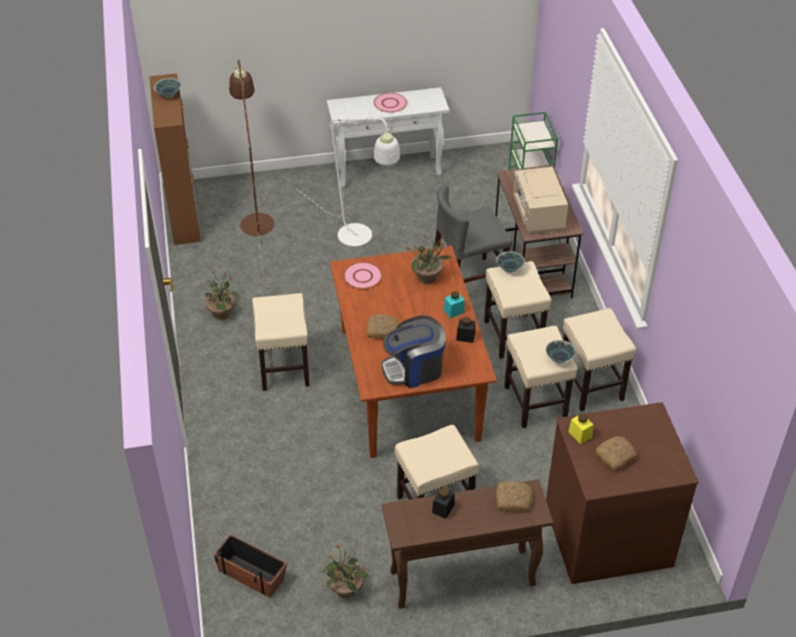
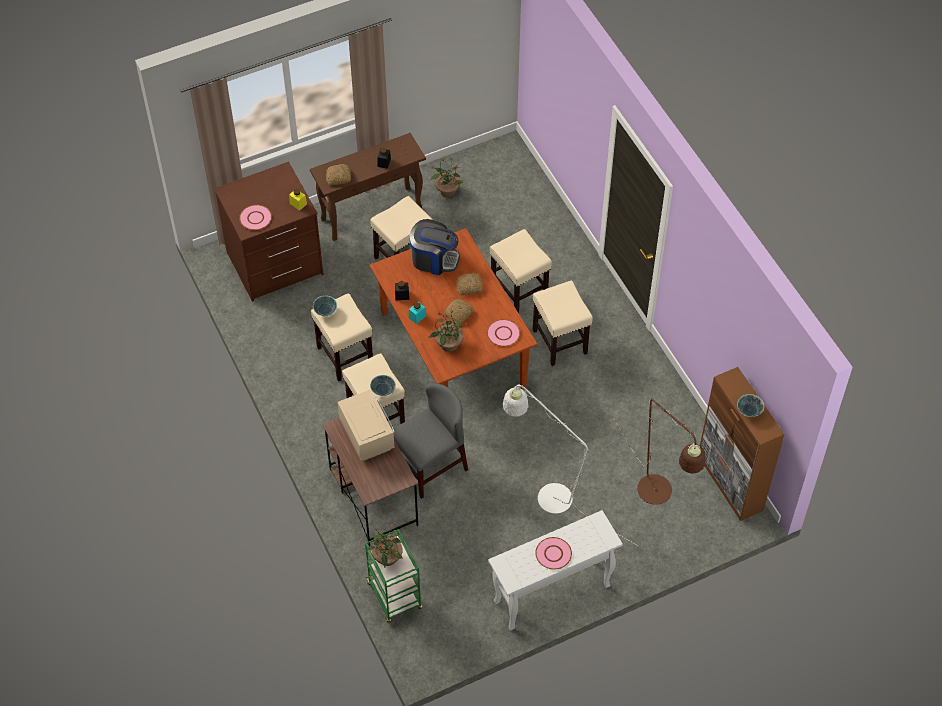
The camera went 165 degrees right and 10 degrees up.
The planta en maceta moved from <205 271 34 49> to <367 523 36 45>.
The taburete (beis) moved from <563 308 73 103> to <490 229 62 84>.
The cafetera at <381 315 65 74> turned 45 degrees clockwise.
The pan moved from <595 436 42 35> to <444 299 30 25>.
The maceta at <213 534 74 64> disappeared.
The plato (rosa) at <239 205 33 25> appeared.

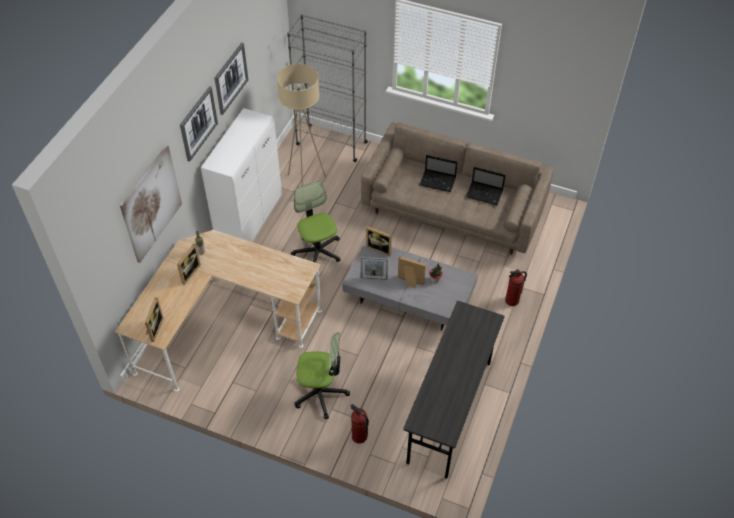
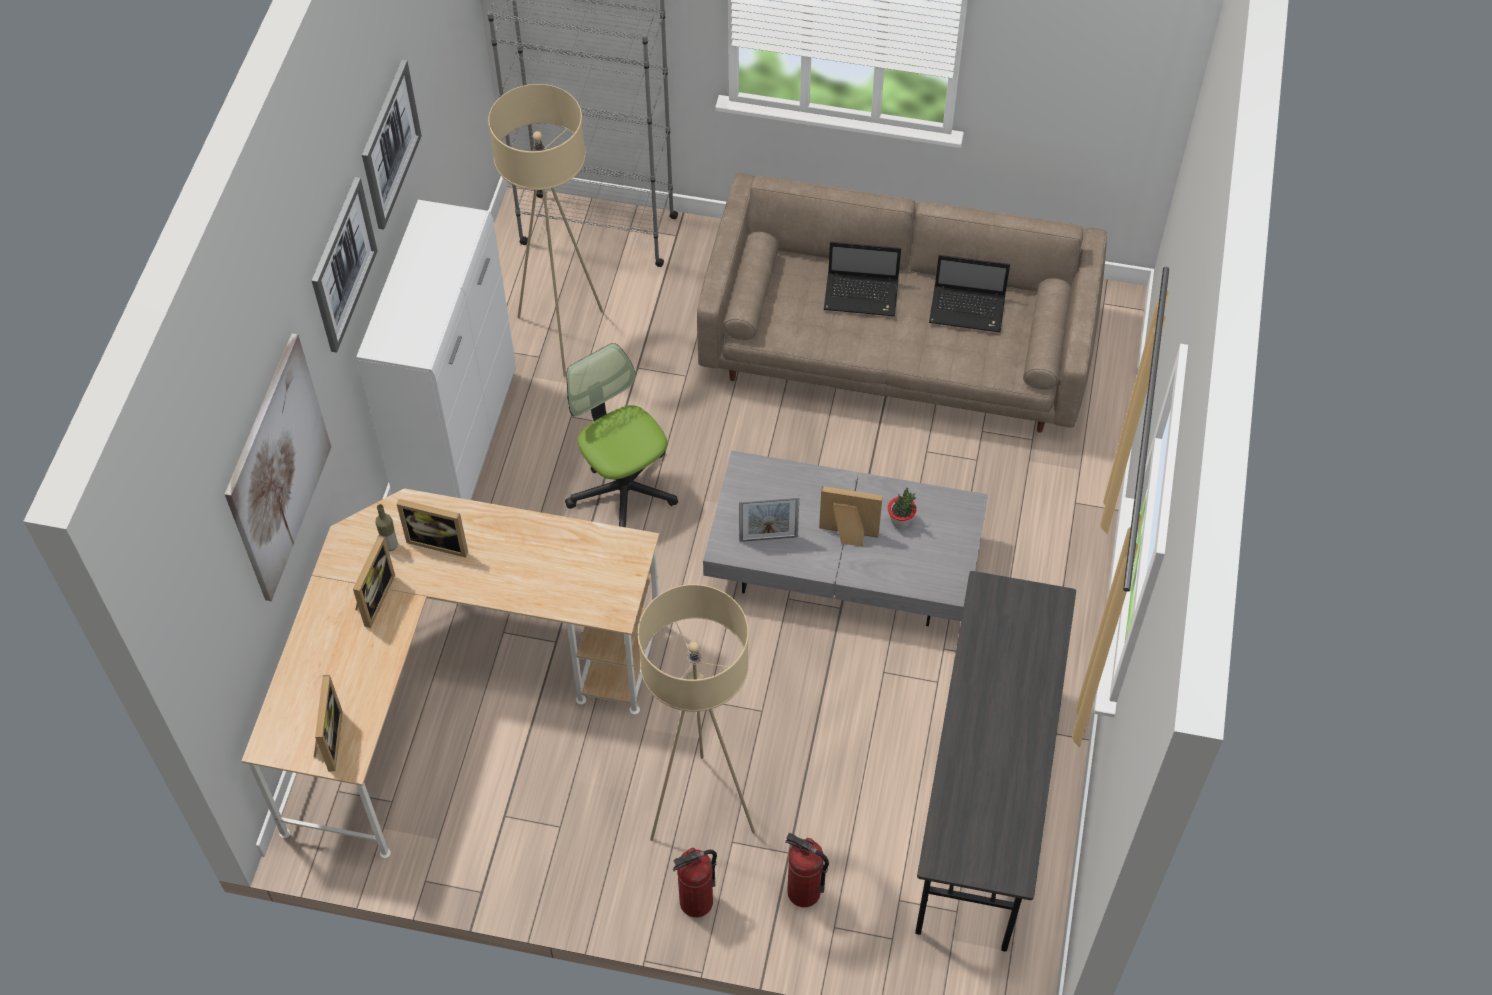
The camera went 10 degrees left and 5 degrees up.
The portarretratos moved from <366 226 26 30> to <397 499 71 58>.
The extintor moved from <505 269 22 37> to <673 848 44 69>.
The silla de oficina at <294 332 56 87> was replaced by the lámpara de pie (beis) at <638 584 117 257>.

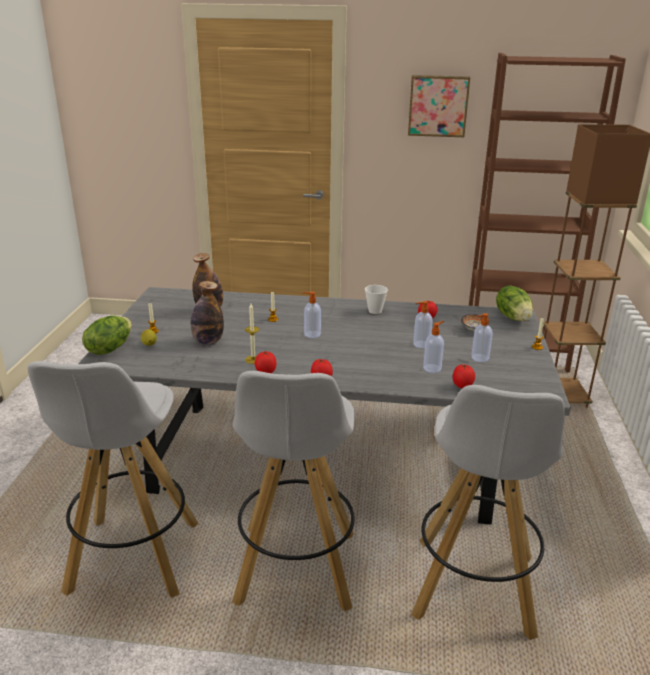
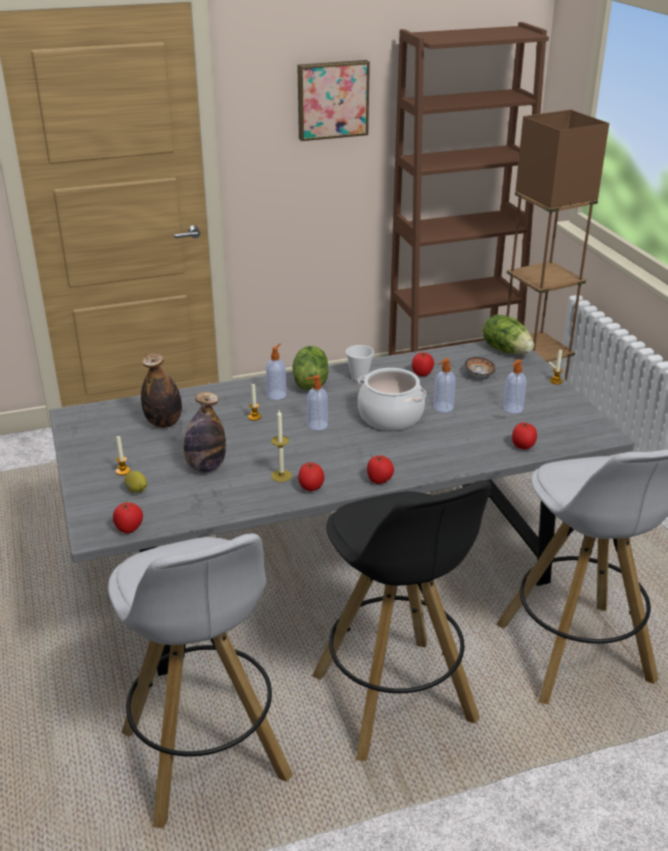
The camera went 25 degrees left and 5 degrees up.
The lechuga moved from <82 316 50 39> to <293 346 35 44>.
The dispensador de jabón moved from <423 321 21 52> to <266 343 20 57>.
The taburete (blanco) at <232 371 123 240> became the taburete (negro) at <312 480 179 281>.
The olla at <358 368 68 63> appeared.
The tomate at <113 502 30 31> appeared.

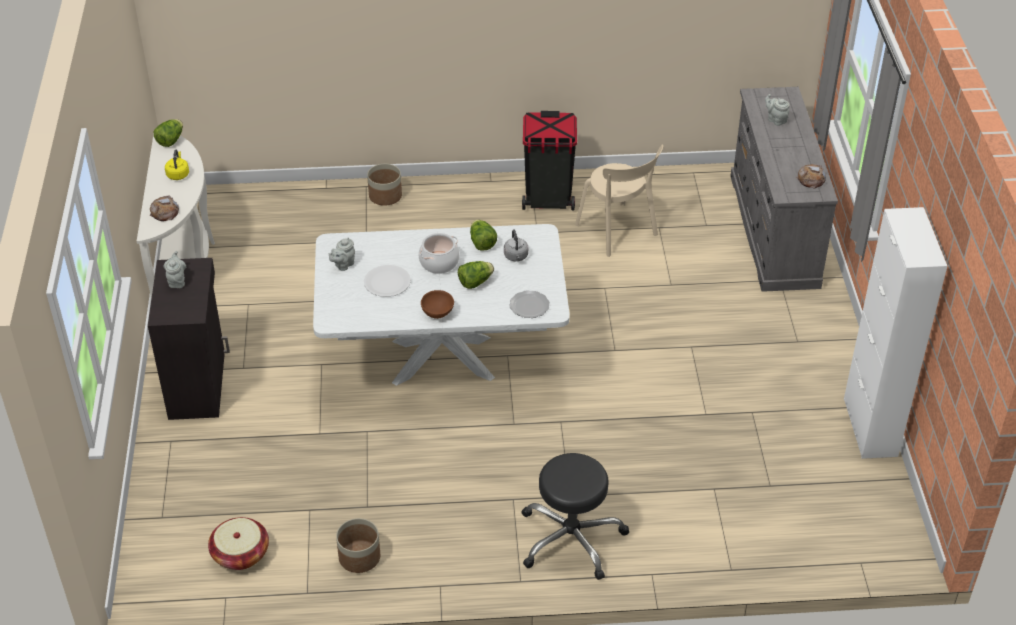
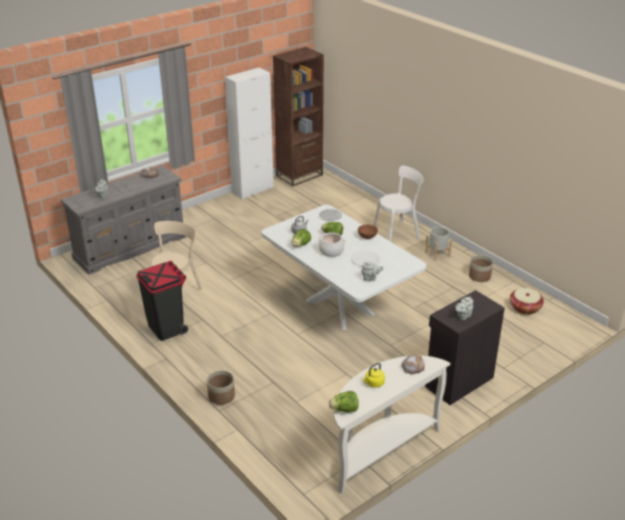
The camera went 125 degrees left and 10 degrees down.
The taburete (negro) at <521 453 108 127> was replaced by the silla (blanco) at <373 165 51 77>.
The estantería (marrón) at <273 47 51 140> appeared.
The maceta (gris) at <425 227 27 34> appeared.

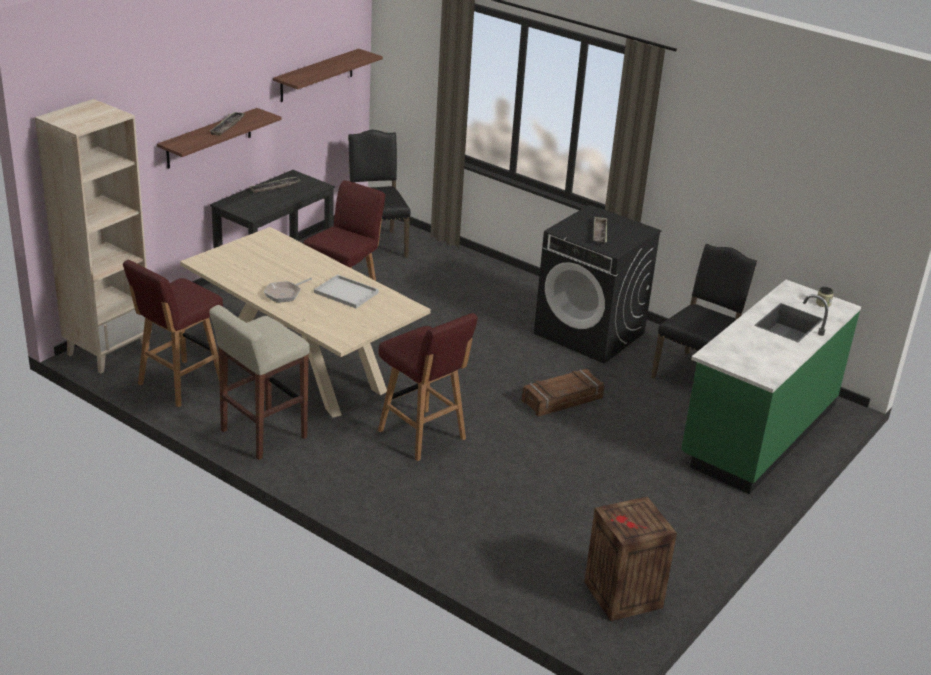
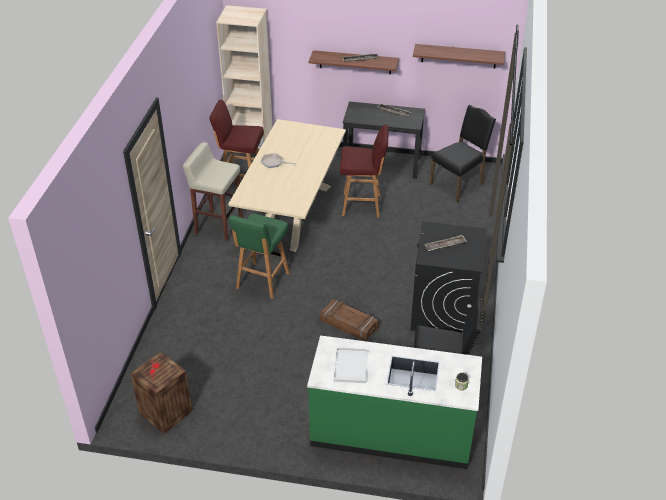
The camera went 65 degrees right and 10 degrees up.
The bandeja (blanco) moved from <314 275 65 33> to <334 347 34 36>.
The taburete (rojo) at <378 313 100 148> became the taburete (verde) at <229 213 61 86>.

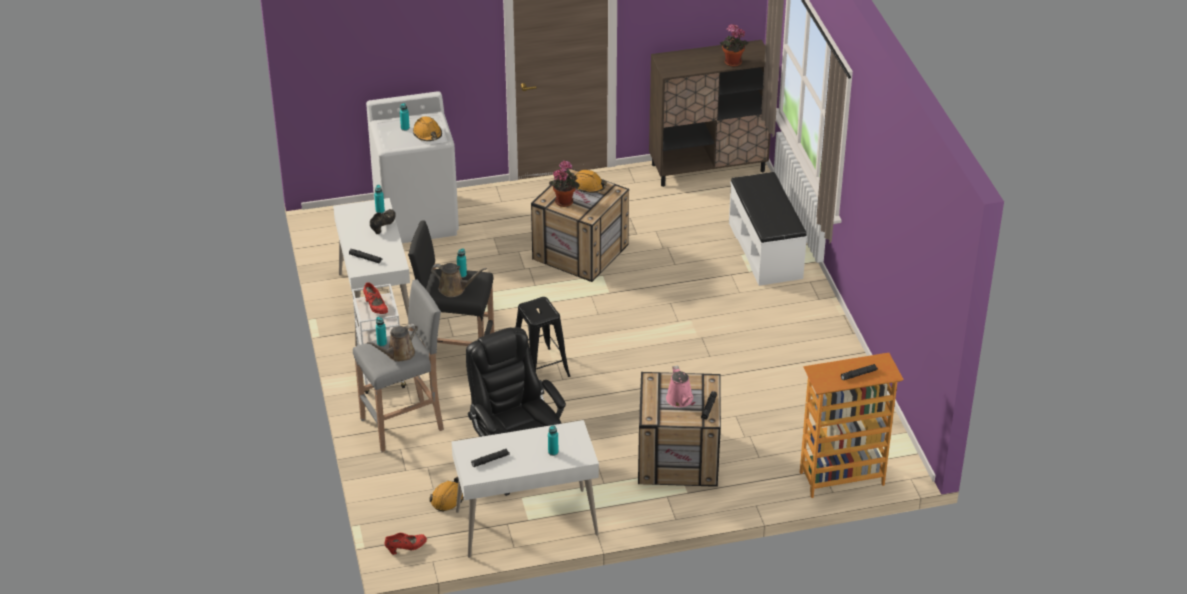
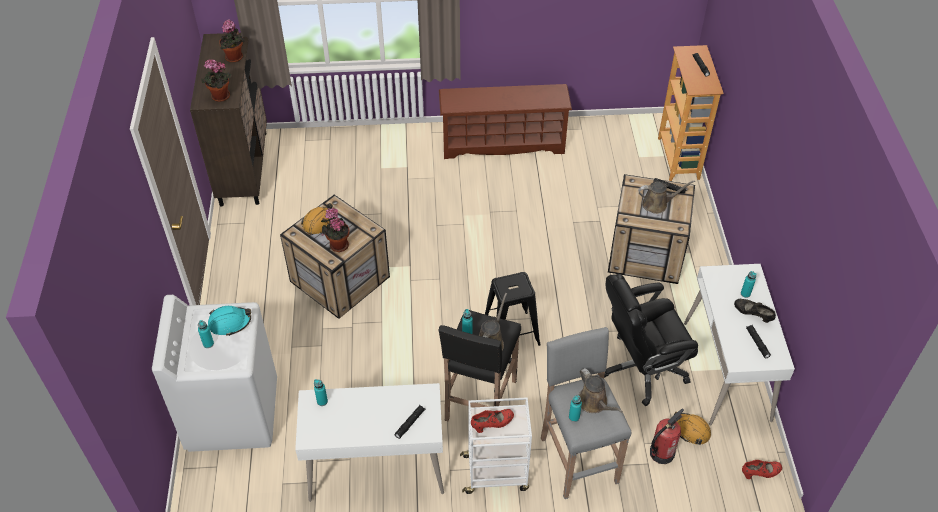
The camera went 80 degrees left and 10 degrees up.
The casco (naranja) at <413 116 29 25> became the casco (turquesa) at <208 306 43 30>.
The banco (blanco) at <729 172 78 114> disappeared.
The zapato (negro) moved from <370 209 26 25> to <734 299 42 24>.
The regadera (rosa) at <666 365 27 42> became the regadera (marrón) at <638 180 57 34>.
The zapato (rojo) at <385 533 42 22> turned 90 degrees clockwise.
The planta en maceta at <201 59 31 43> appeared.
The zapatero (marrón) at <439 84 133 75> appeared.
The extintor at <650 408 34 56> appeared.

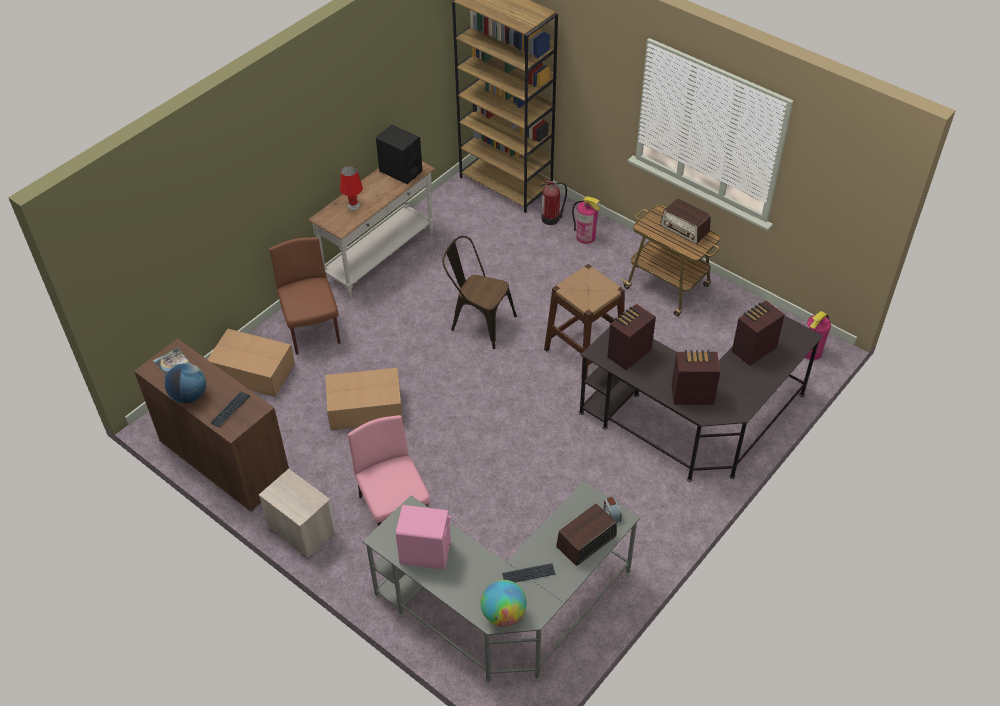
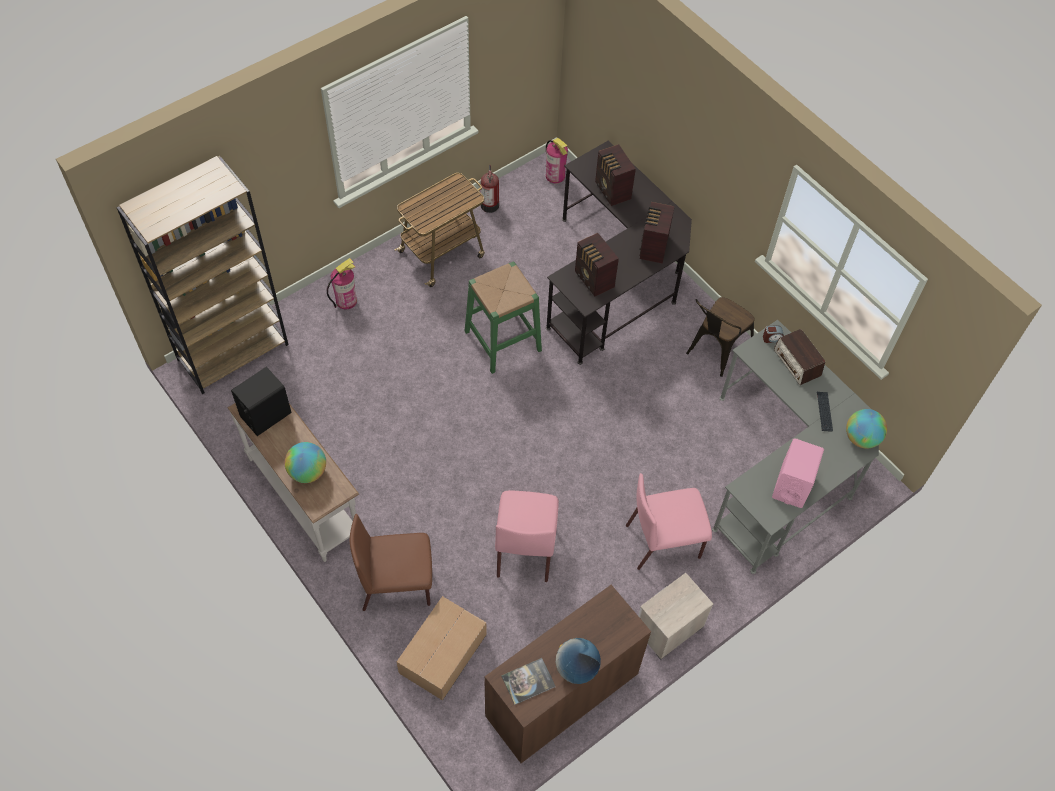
The camera went 80 degrees left and 10 degrees up.
The lámpara de mesa (rojo) at <340 166 23 44> was replaced by the globo terráqueo at <285 442 41 41>.
The extintor moved from <540 181 27 44> to <481 165 18 48>.
The radio at <660 198 51 46> disappeared.
The silla (marrón) moved from <442 236 75 113> to <686 297 69 80>.
The taburete (marrón) at <544 264 81 115> became the taburete (verde) at <464 261 78 113>.
The caja de cartón at <326 368 77 62> was replaced by the silla (rosa) at <495 490 64 92>.
The teclado at <210 391 40 36> disappeared.

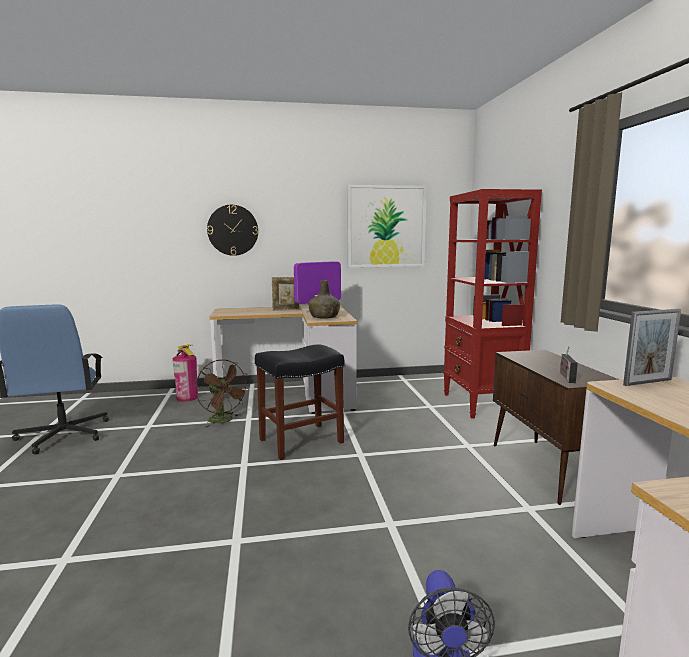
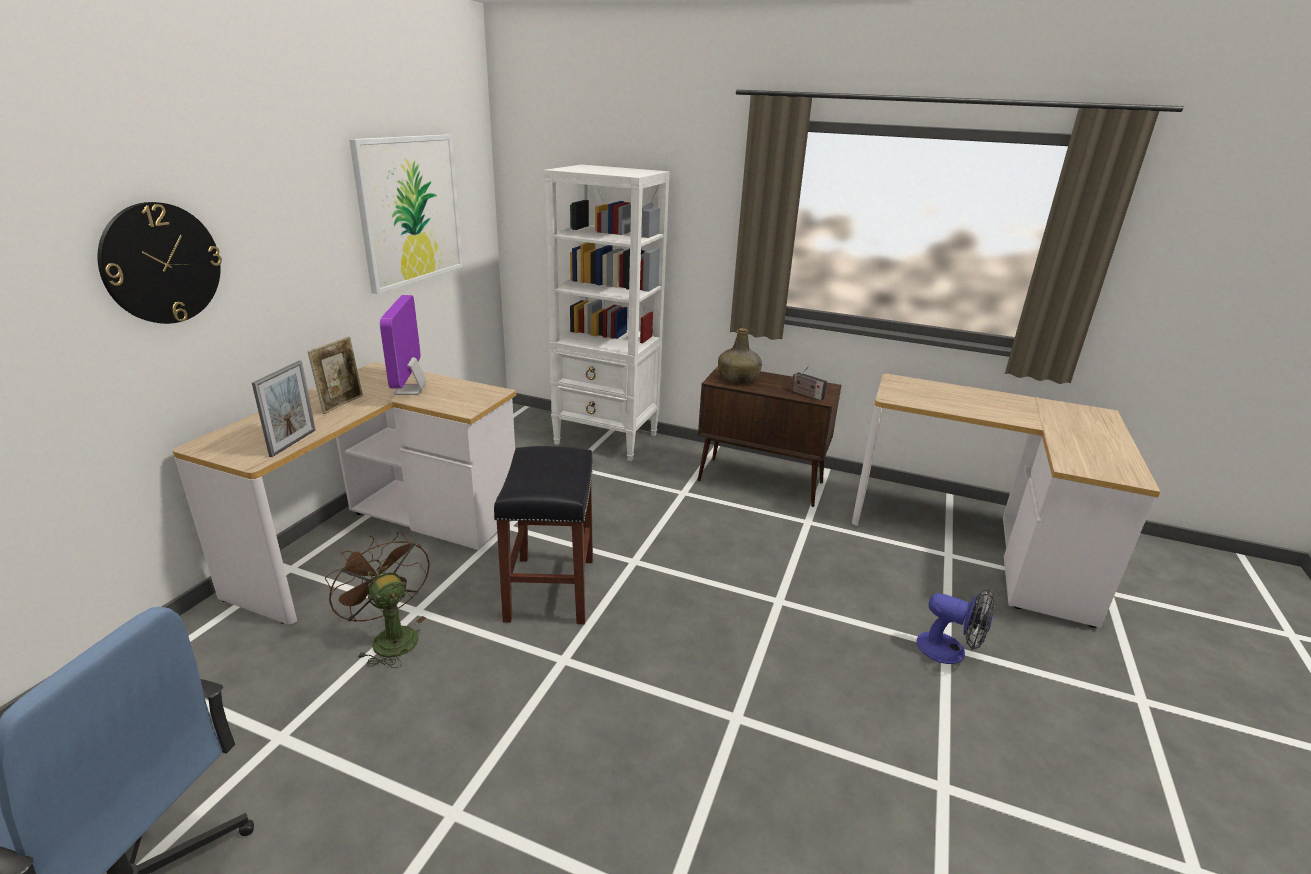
The camera went 60 degrees left and 15 degrees up.
The estantería (rojo) at <443 189 99 230> became the estantería (blanco) at <543 165 127 296>.
The botella (verde) moved from <309 280 31 39> to <718 328 44 56>.
The portarretratos moved from <623 309 58 77> to <252 361 64 96>.
The extintor at <172 344 26 57> disappeared.
The ventilador (marrón) at <196 359 52 69> turned 120 degrees counterclockwise.

